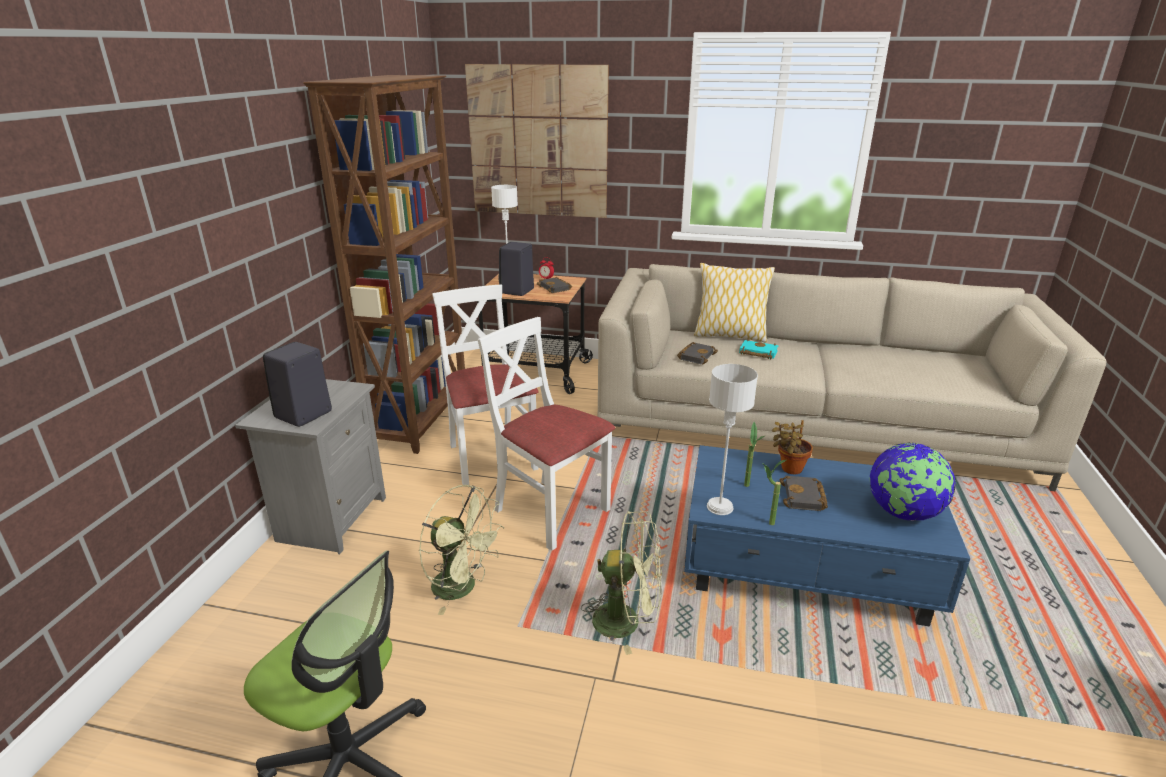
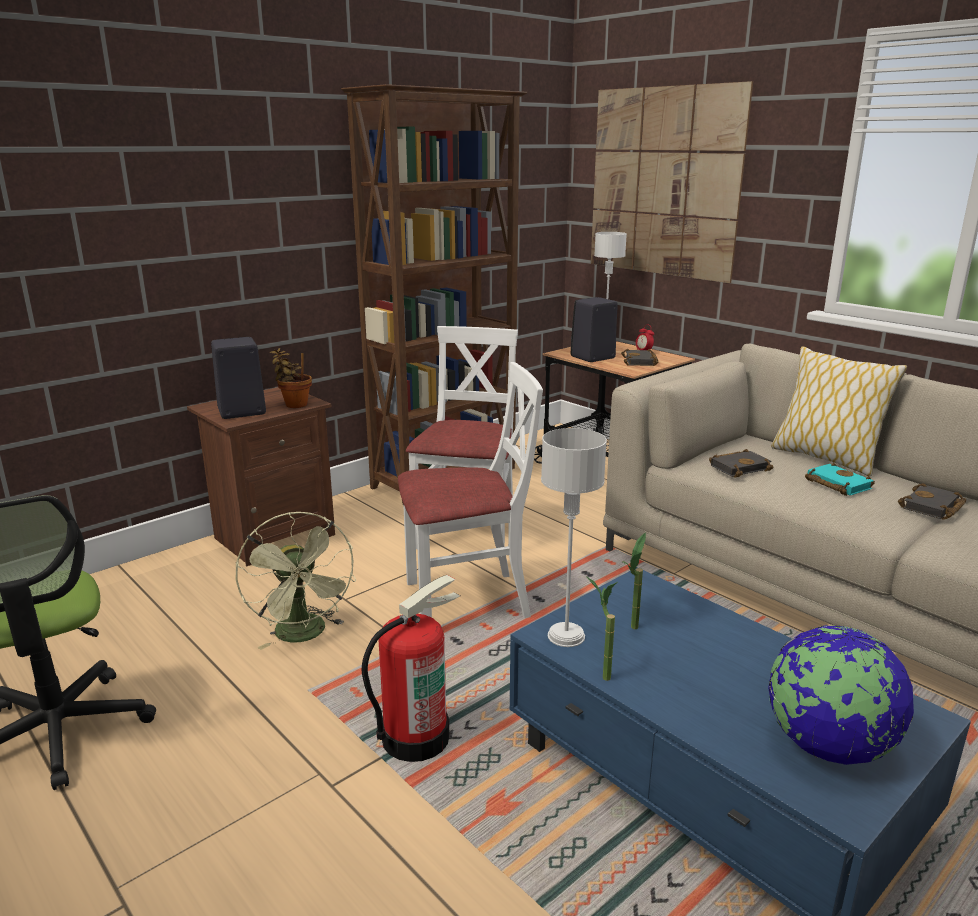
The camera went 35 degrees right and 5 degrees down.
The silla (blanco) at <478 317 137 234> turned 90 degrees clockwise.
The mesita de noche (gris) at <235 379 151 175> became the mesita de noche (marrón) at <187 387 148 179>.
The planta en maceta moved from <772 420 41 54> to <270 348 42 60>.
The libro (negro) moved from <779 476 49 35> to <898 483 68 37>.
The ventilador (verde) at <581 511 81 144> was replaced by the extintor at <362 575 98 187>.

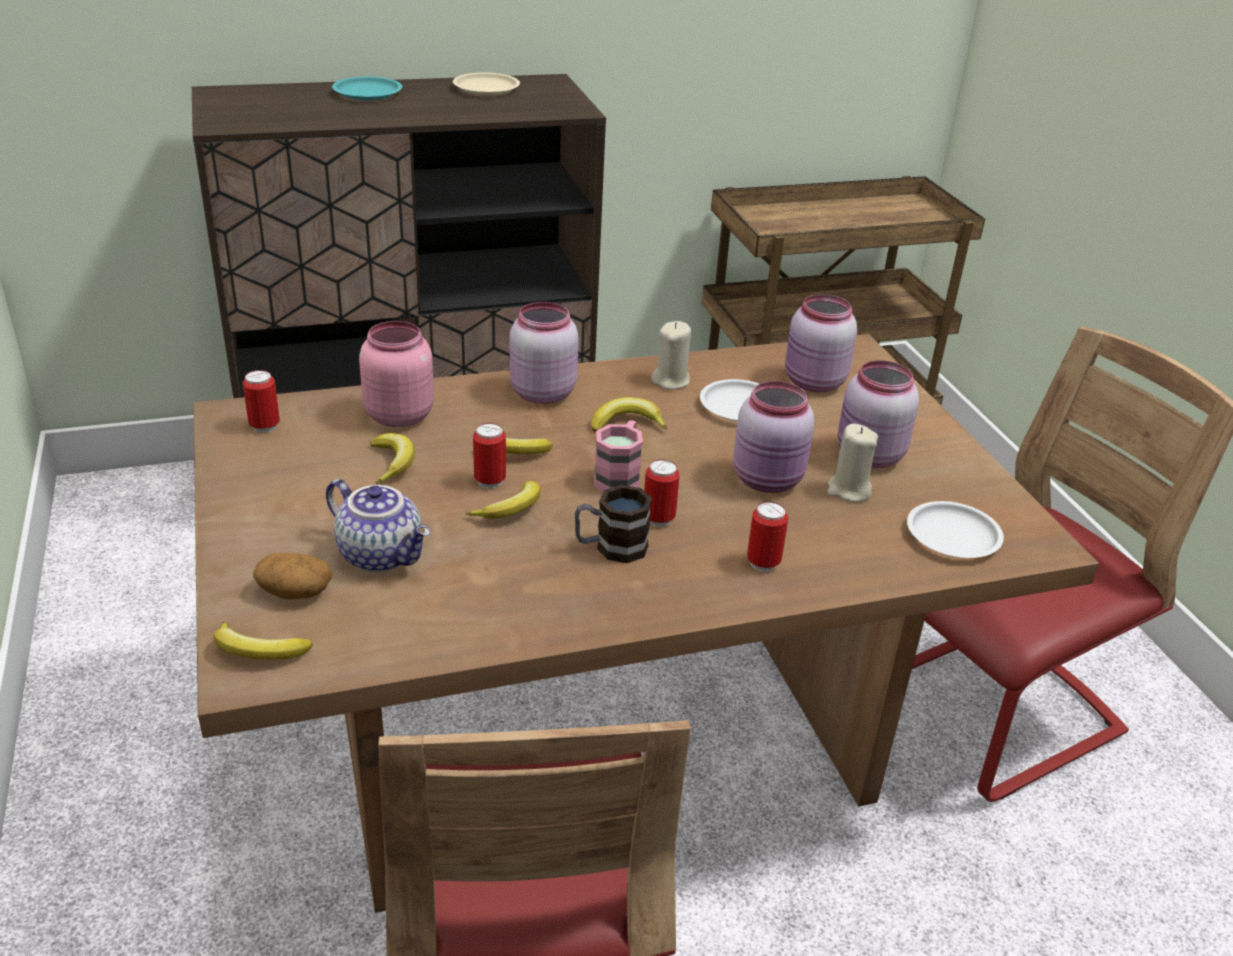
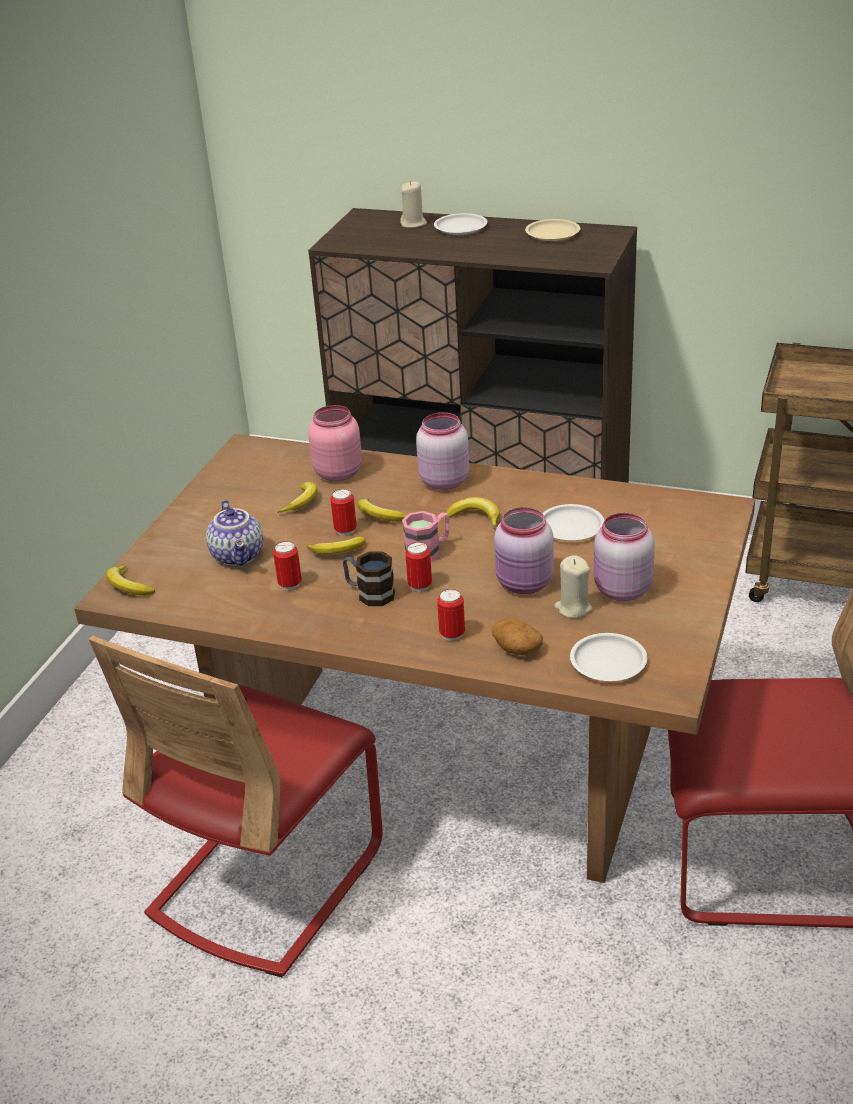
The camera went 40 degrees right and 0 degrees up.
The plato (turquesa) at <332 77 70 23> became the plato (blanco) at <434 213 54 22>.
The tarro (rosa) at <785 294 72 98> disappeared.
The vela (beis) moved from <651 321 40 69> to <400 181 27 47>.
The lata moved from <243 370 37 63> to <273 541 29 49>.
The patata moved from <253 553 80 47> to <492 618 51 37>.

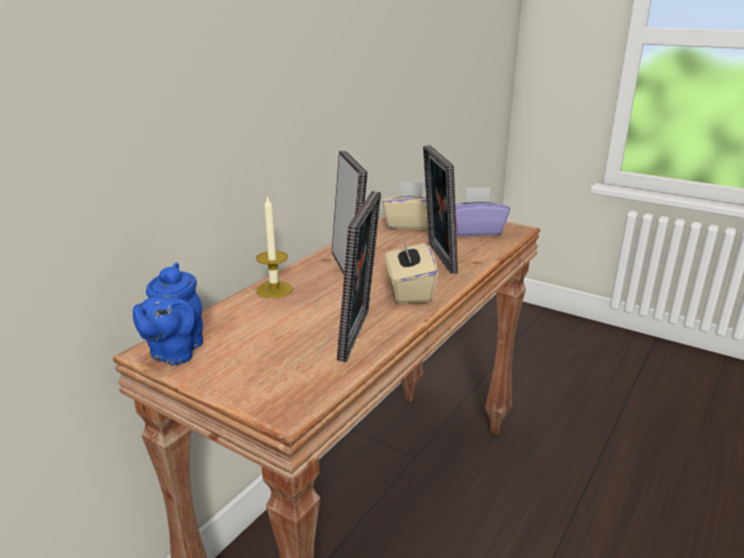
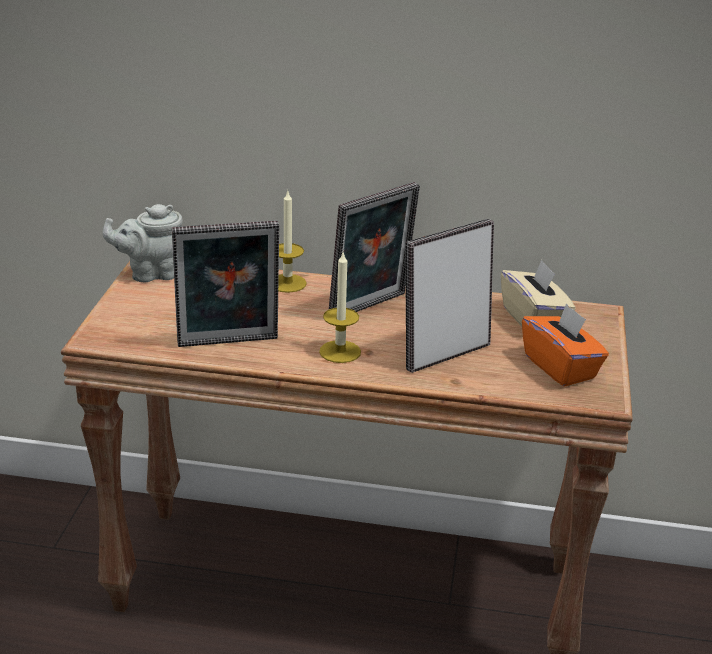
The camera went 65 degrees right and 5 degrees up.
The caja de pañuelos (morado) at <455 187 55 49> became the caja de pañuelos (naranja) at <522 303 87 84>.
The caja de pañuelos (beis) at <385 235 53 68> was replaced by the vela at <319 253 42 110>.
The tetera (azul) at <132 262 71 103> became the tetera (gris) at <102 204 81 78>.

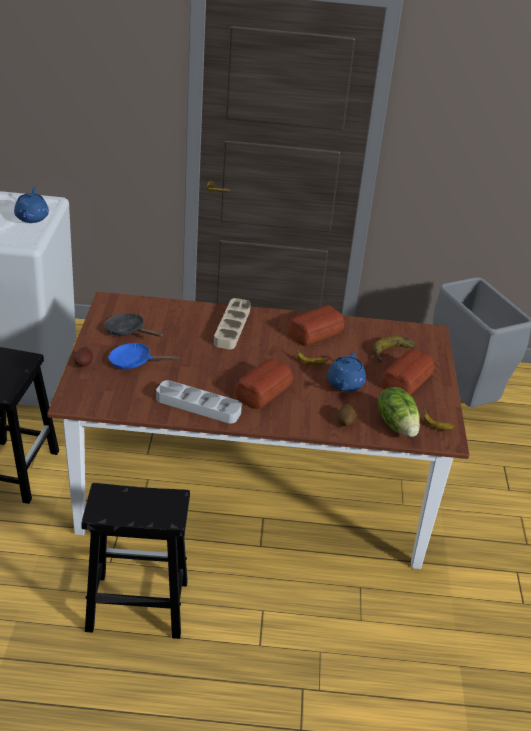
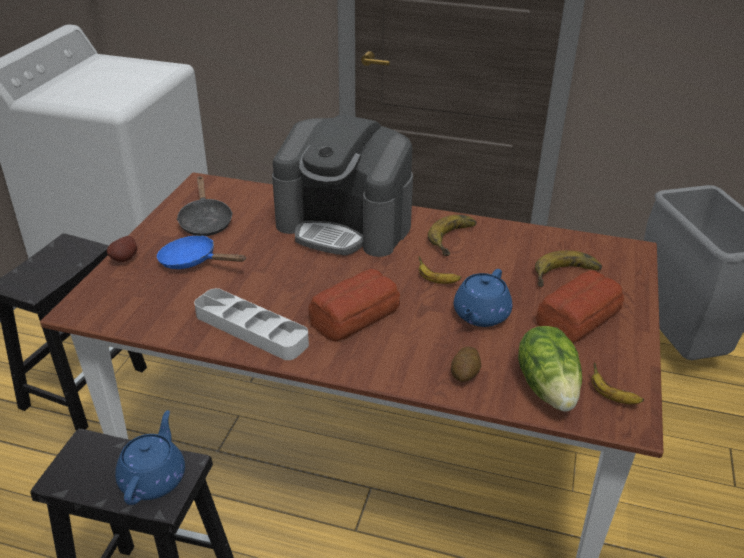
The camera went 15 degrees right and 0 degrees up.
The tetera (azul) moved from <14 186 35 37> to <115 410 70 95>.
The bandeja (beis) at <214 298 37 51> was replaced by the cafetera at <272 114 141 143>.
The pan at <288 305 57 41> was replaced by the plátano at <428 215 49 41>.
The sartén (negro) at <104 313 59 24> turned 150 degrees counterclockwise.

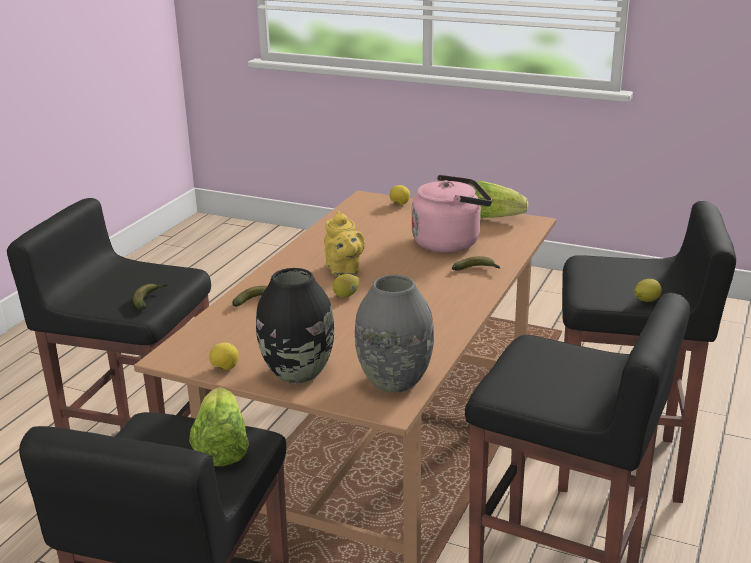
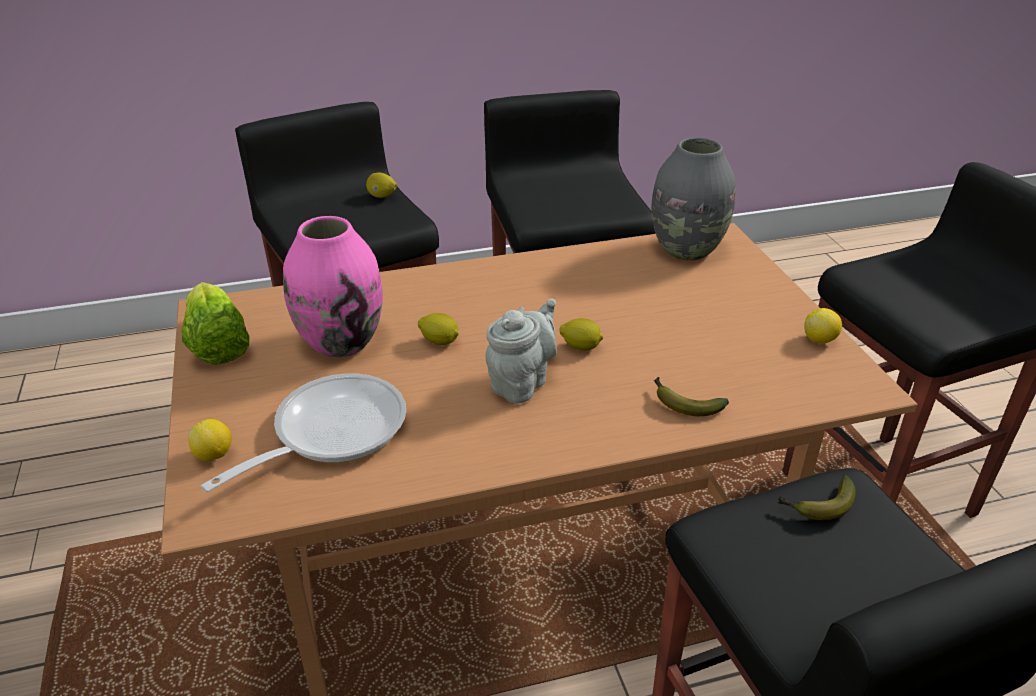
The camera went 130 degrees left and 10 degrees up.
The hervidor (rosa) at <412 175 80 78> was replaced by the florero (rosa) at <283 216 100 142>.
The tetera (amarillo) at <324 211 41 65> became the tetera (gris) at <485 298 72 105>.
The plátano at <452 256 48 15> disappeared.
The florero (negro) at <256 268 78 116> disappeared.
The lechuga at <189 387 60 79> disappeared.
The limón at <418 313 41 32> appeared.
The sartén at <201 373 205 119> appeared.

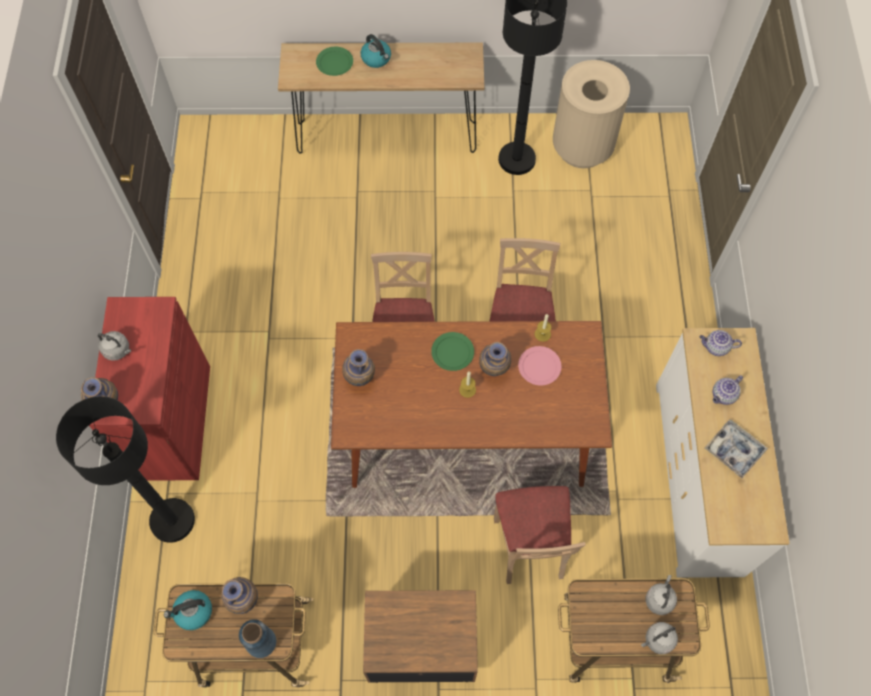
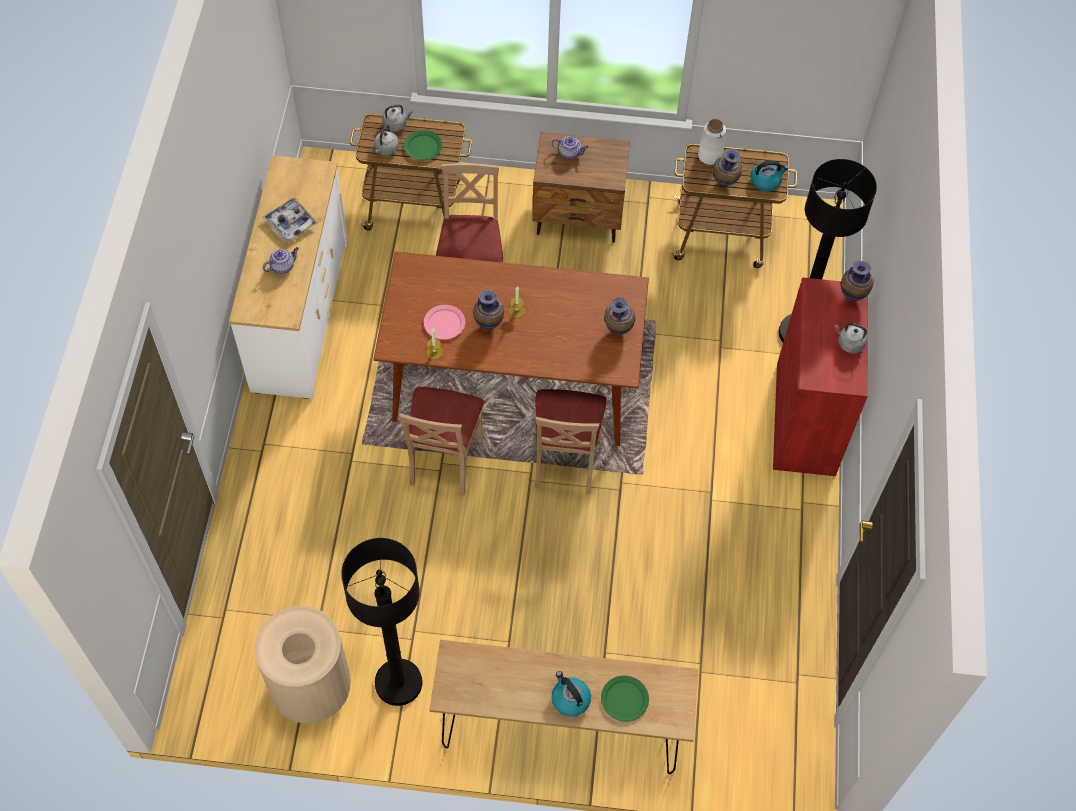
The camera went 175 degrees left and 5 degrees down.
The tetera moved from <699 330 43 26> to <552 136 37 23>.
The plato (verde) moved from <431 332 43 39> to <404 130 38 30>.
The florero (azul) at <239 619 37 39> became the florero (blanco) at <698 119 28 46>.

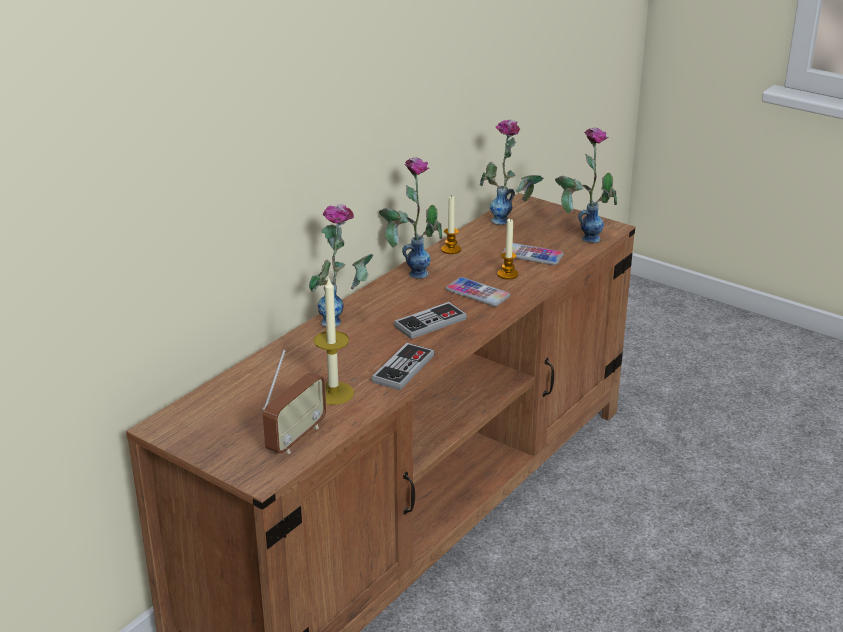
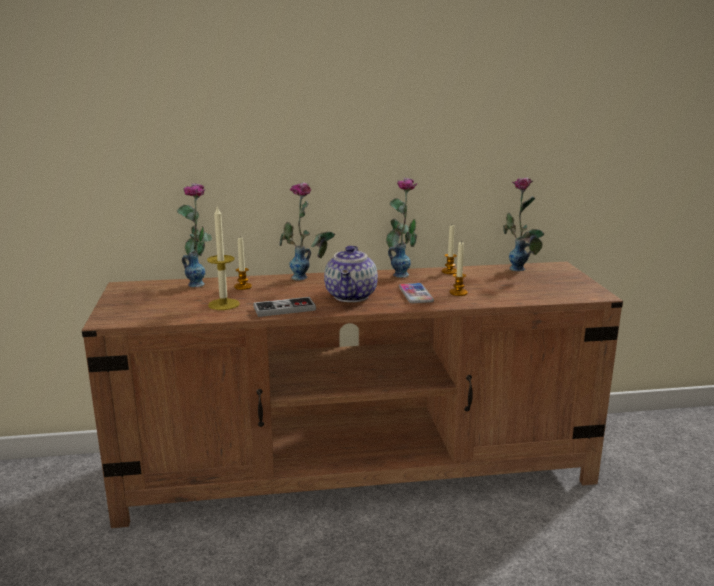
The camera went 45 degrees right and 10 degrees down.
The florero moved from <555 128 62 115> to <177 183 35 104>.
The móvil at <502 243 62 22> disappeared.
The mando de consola at <394 302 73 37> was replaced by the tetera at <324 246 54 56>.
The radio at <262 350 64 104> disappeared.
The vela at <234 238 18 52> appeared.

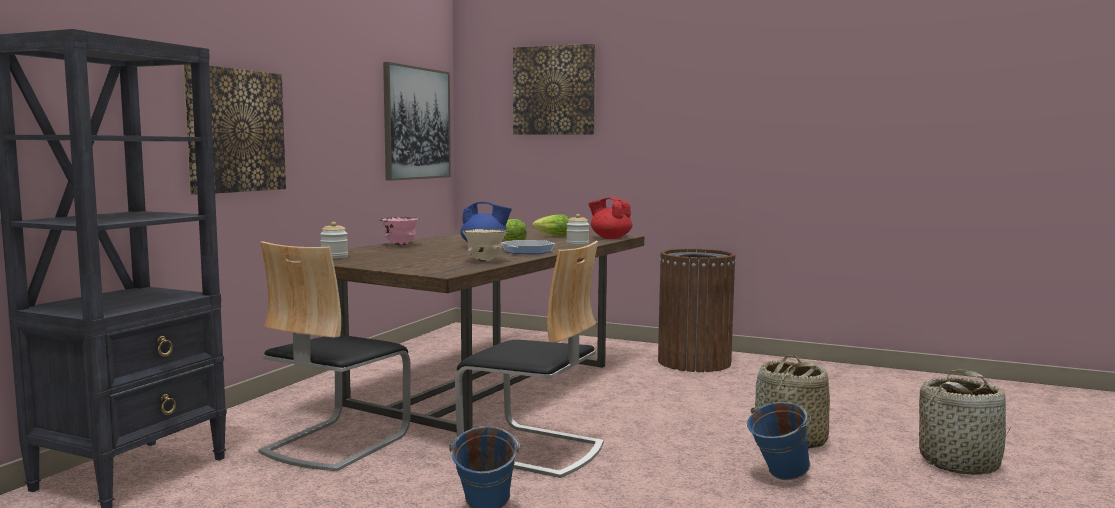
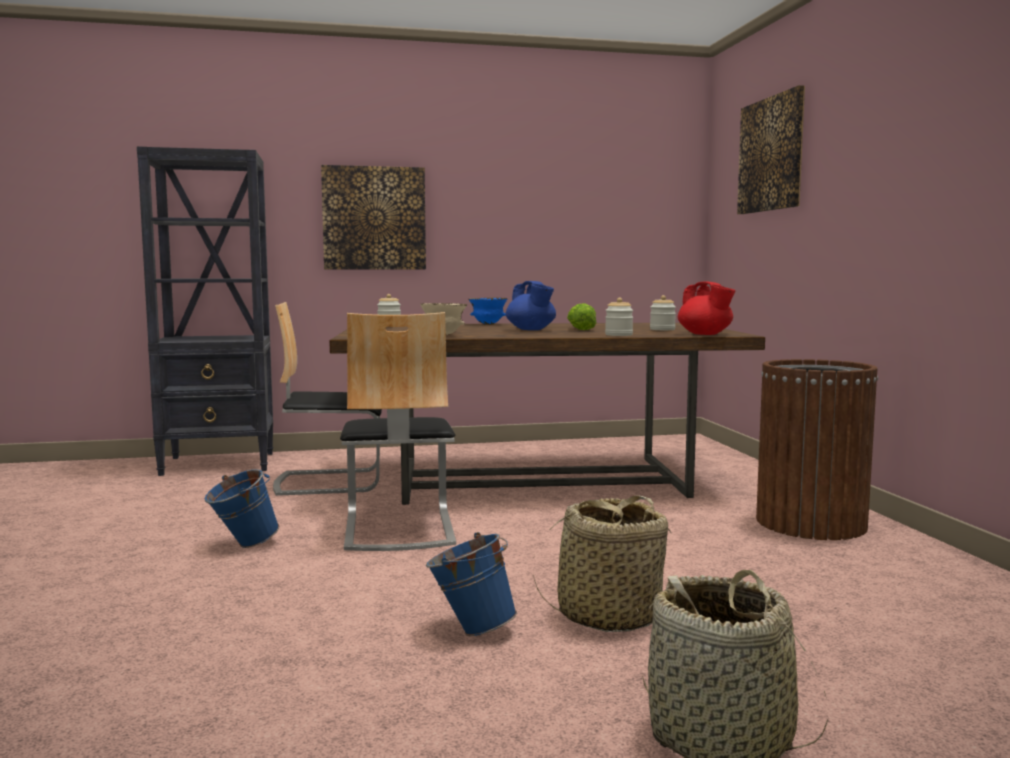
The camera went 55 degrees right and 0 degrees up.
The cuadro at <383 62 68 119> disappeared.
The tetera (rojo) at <588 197 44 42> turned 150 degrees clockwise.
The lechuga at <532 214 37 23> was replaced by the tarro at <650 295 26 35>.
The cuenco (rosa) at <379 217 41 28> became the cuenco (azul) at <468 298 40 27>.
The sartén at <501 240 54 14> disappeared.

